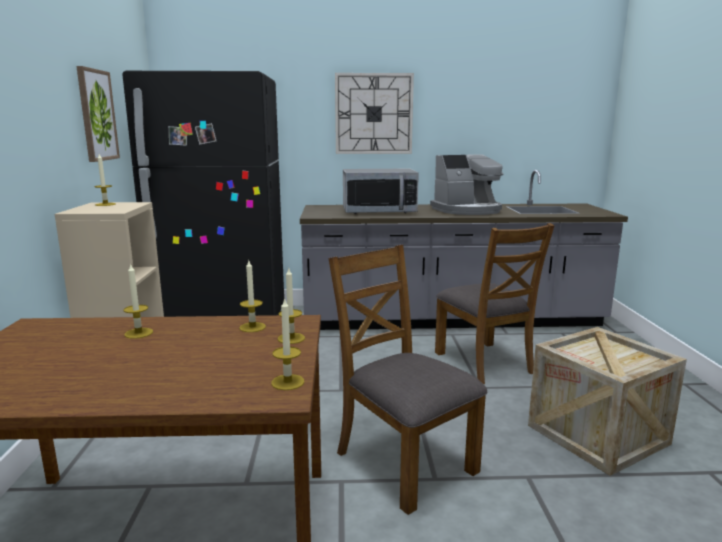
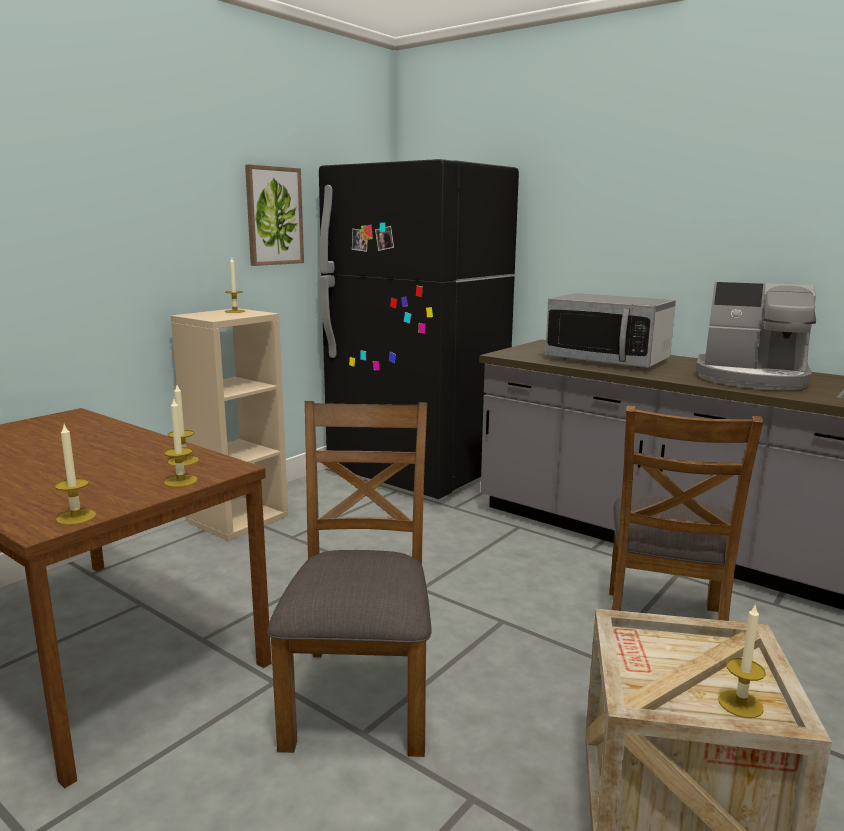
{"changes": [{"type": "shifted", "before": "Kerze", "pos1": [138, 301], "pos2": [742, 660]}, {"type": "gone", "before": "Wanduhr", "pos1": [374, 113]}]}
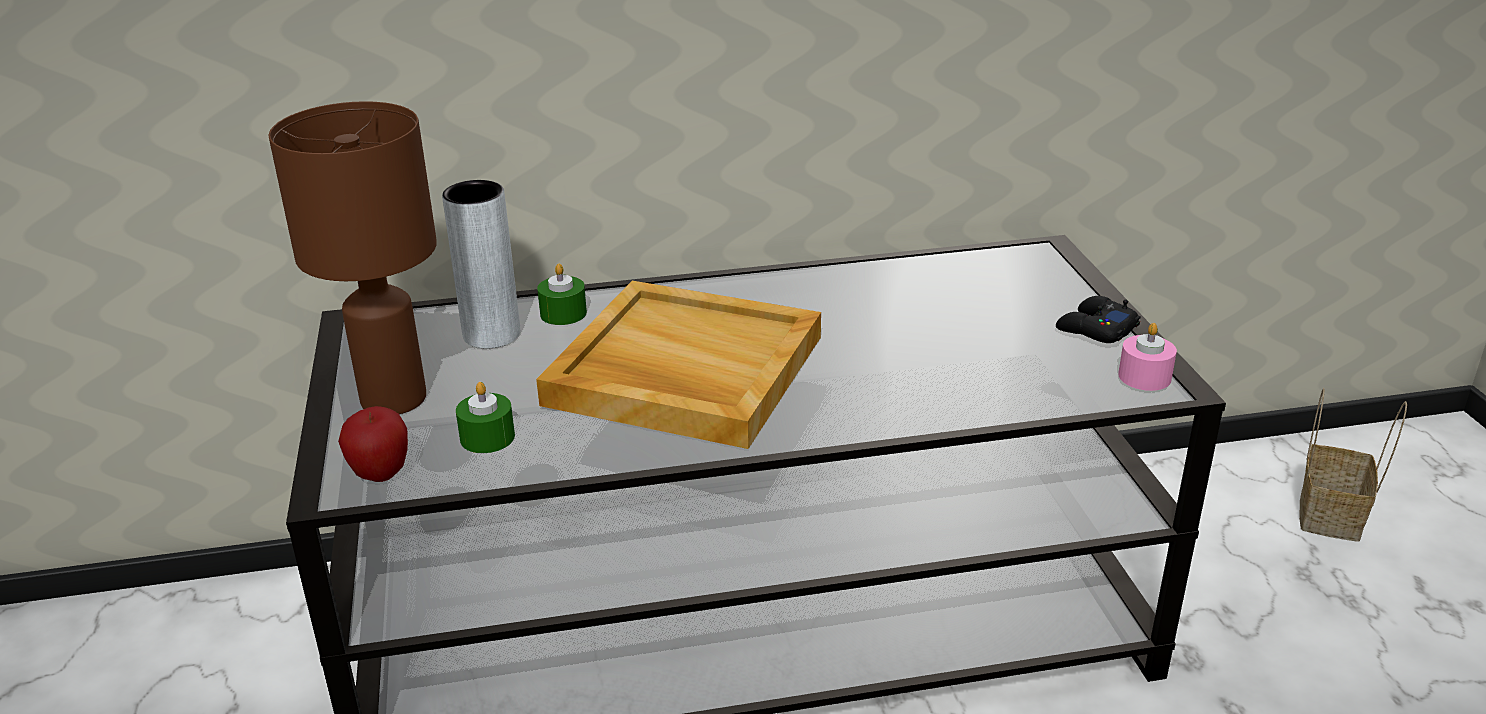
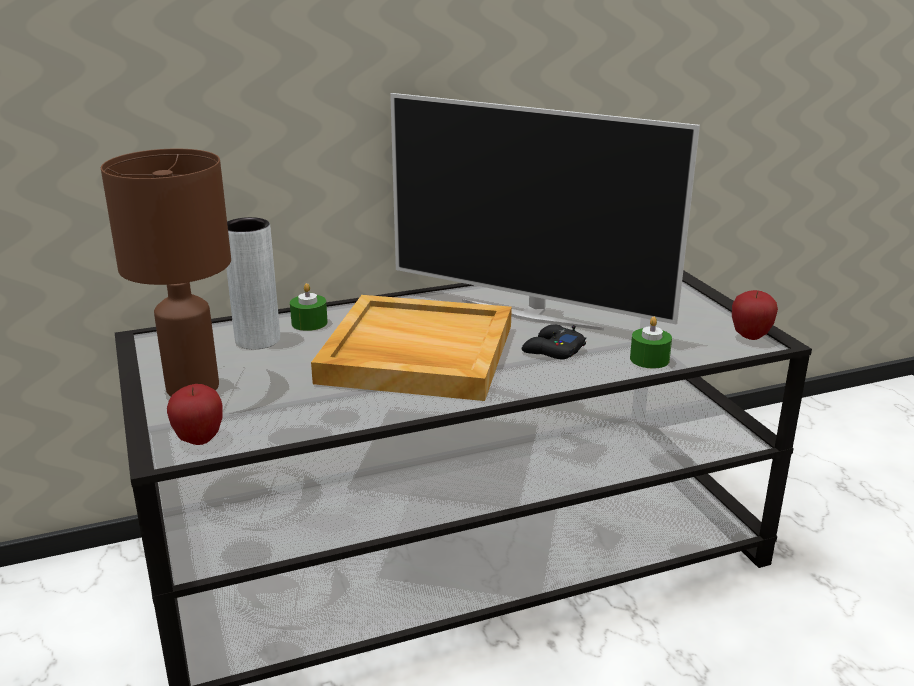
{"changes": [{"type": "new", "after": "Fernseher", "pos2": [545, 212]}, {"type": "shifted", "before": "Gamepad [schwarz]", "pos1": [1098, 319], "pos2": [554, 342]}, {"type": "shifted", "before": "Kerze [grün]", "pos1": [485, 417], "pos2": [651, 343]}, {"type": "swapped", "before": "Kerze [rosa]", "after": "Apfel", "pos1": [1147, 357], "pos2": [755, 315]}, {"type": "gone", "before": "Korb", "pos1": [1353, 465]}]}
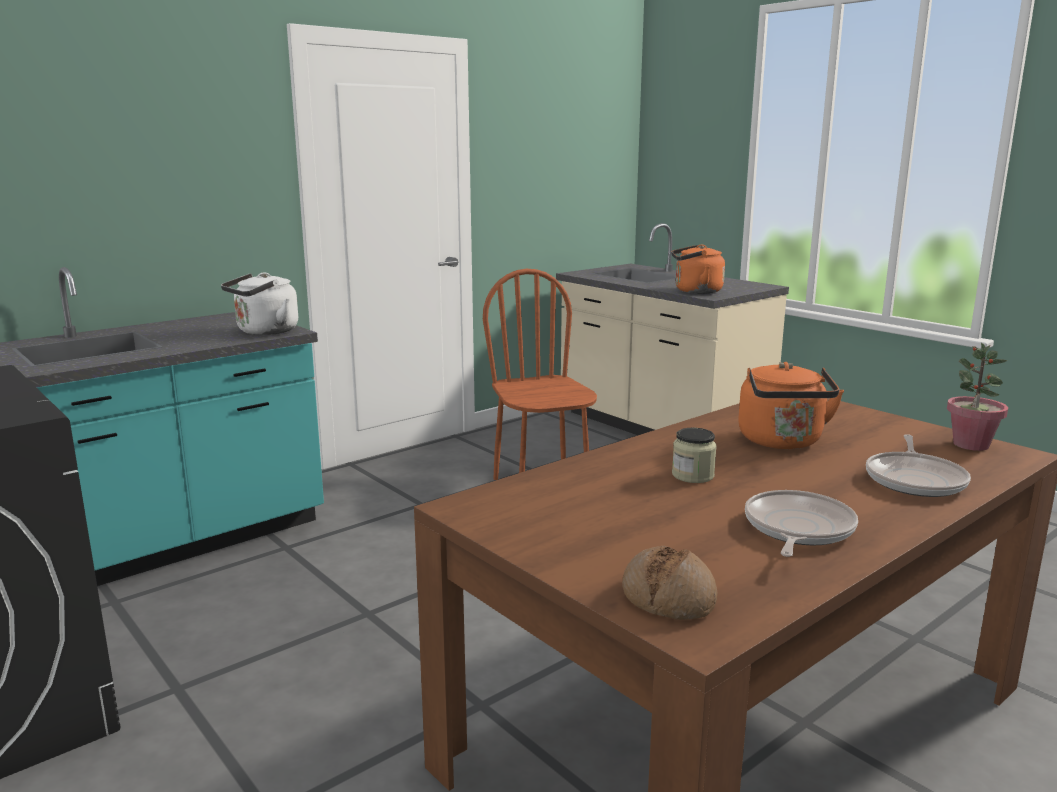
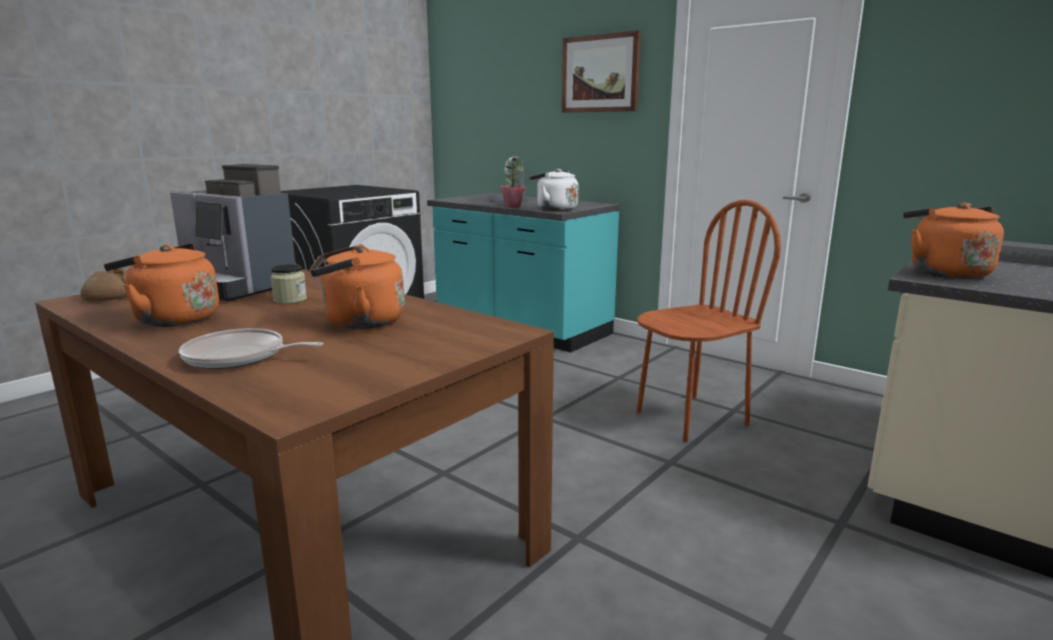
{"changes": [{"type": "swapped", "before": "Pfanne", "after": "Wasserkessel [orange]", "pos1": [801, 523], "pos2": [161, 285]}, {"type": "new", "after": "Kaffeemaschine", "pos2": [232, 232]}, {"type": "shifted", "before": "Topfpflanze", "pos1": [977, 397], "pos2": [512, 182]}, {"type": "new", "after": "Bild", "pos2": [601, 71]}]}
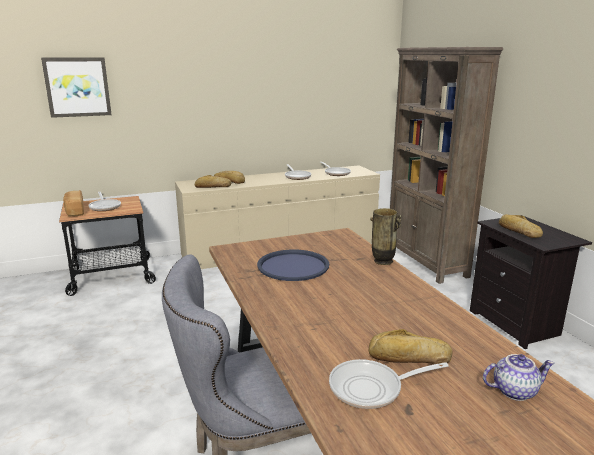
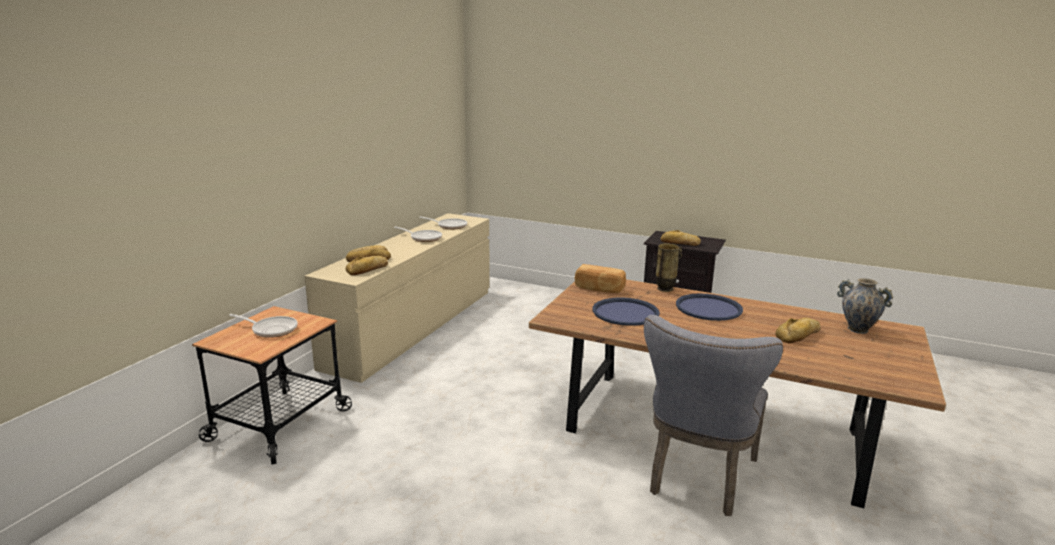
{"changes": [{"type": "shifted", "before": "Brot", "pos1": [73, 203], "pos2": [600, 278]}, {"type": "new", "after": "Tablett [blau]", "pos2": [709, 307]}, {"type": "swapped", "before": "Teekanne", "after": "Vase", "pos1": [519, 377], "pos2": [865, 306]}, {"type": "gone", "before": "Bild", "pos1": [76, 87]}, {"type": "gone", "before": "Pfanne", "pos1": [389, 384]}, {"type": "gone", "before": "Bücherregal [braun]", "pos1": [446, 165]}]}
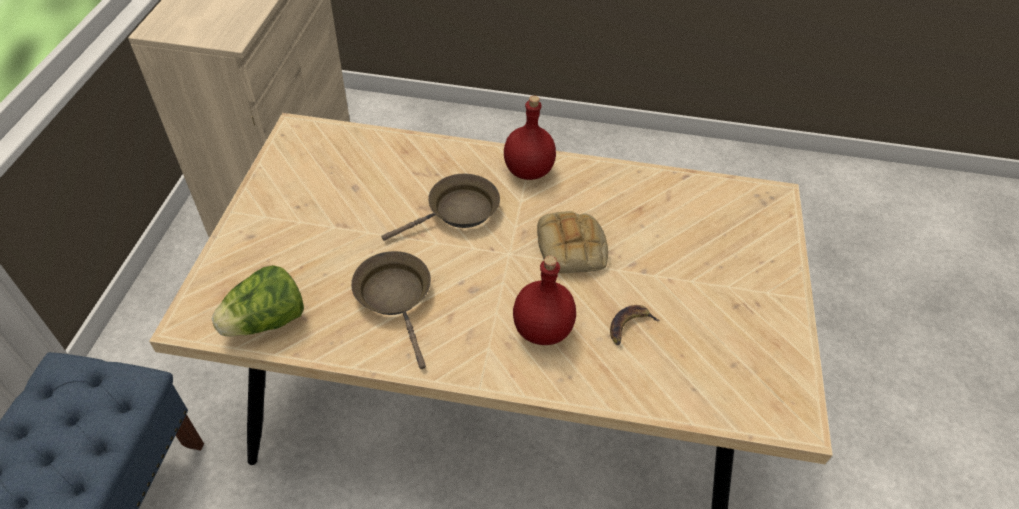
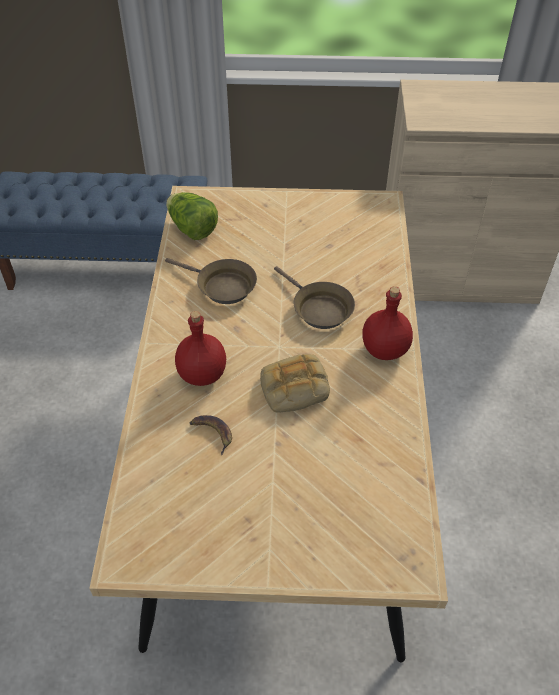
{"changes": [{"type": "rotated", "before": "Pfanne [braun]", "pos1": [391, 310], "pos2": [211, 281], "turn": 60}]}
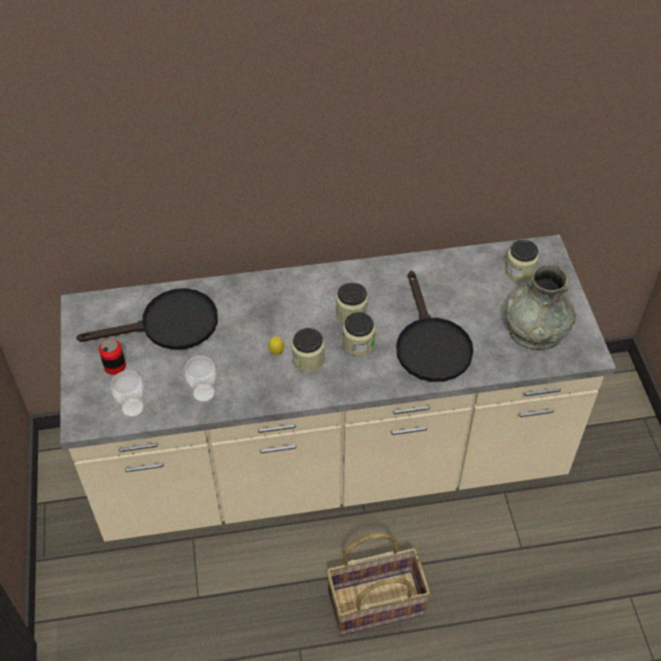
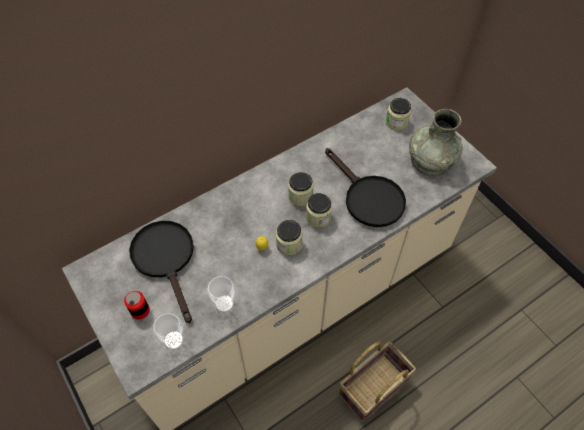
{"changes": [{"type": "rotated", "before": "Pfanne [schwarz]", "pos1": [147, 319], "pos2": [161, 272], "turn": -75}]}
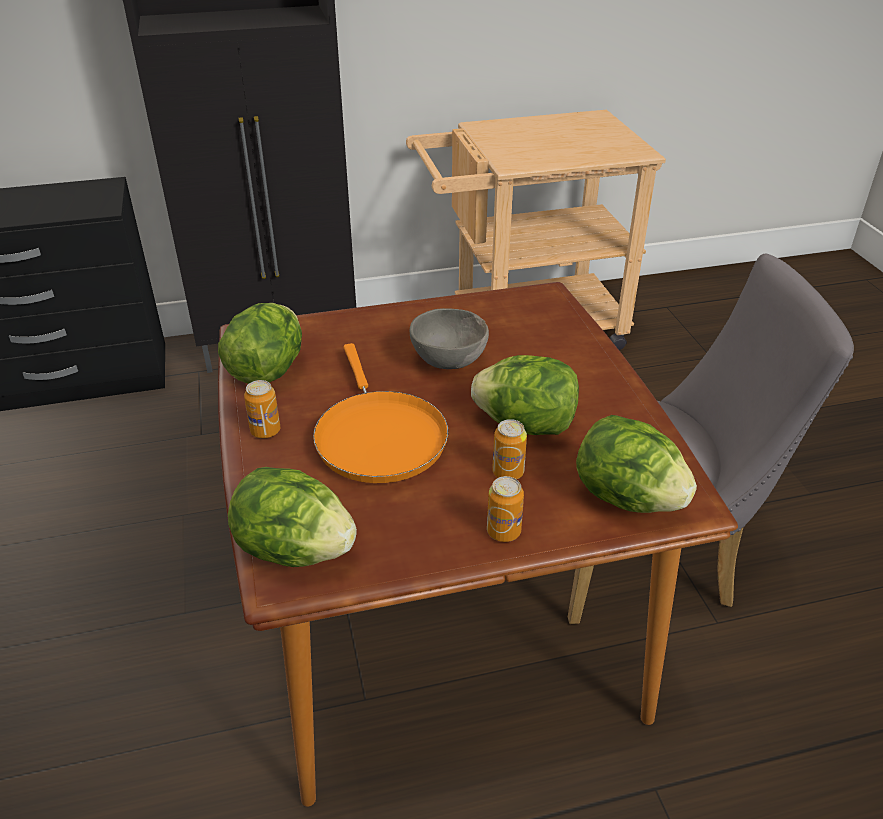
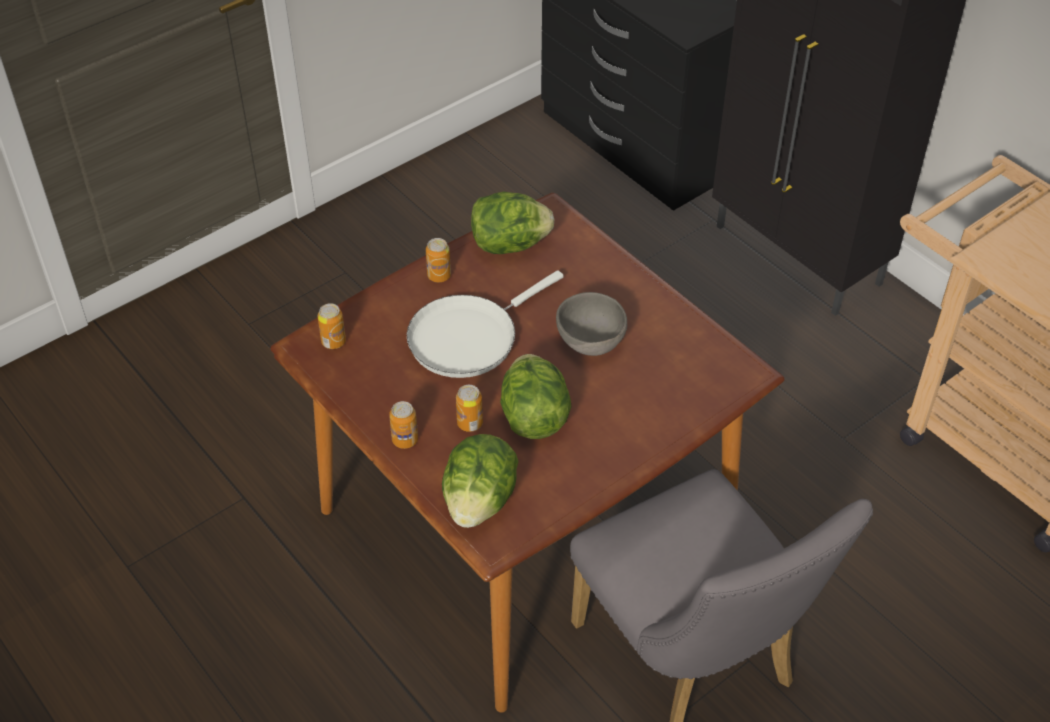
{"changes": [{"type": "swapped", "before": "Salatkopf", "after": "Dose", "pos1": [292, 517], "pos2": [332, 326]}, {"type": "repainted", "before": "Pfanne [orange]", "after": "Pfanne [weiß]", "pos1": [381, 413], "pos2": [485, 324]}]}
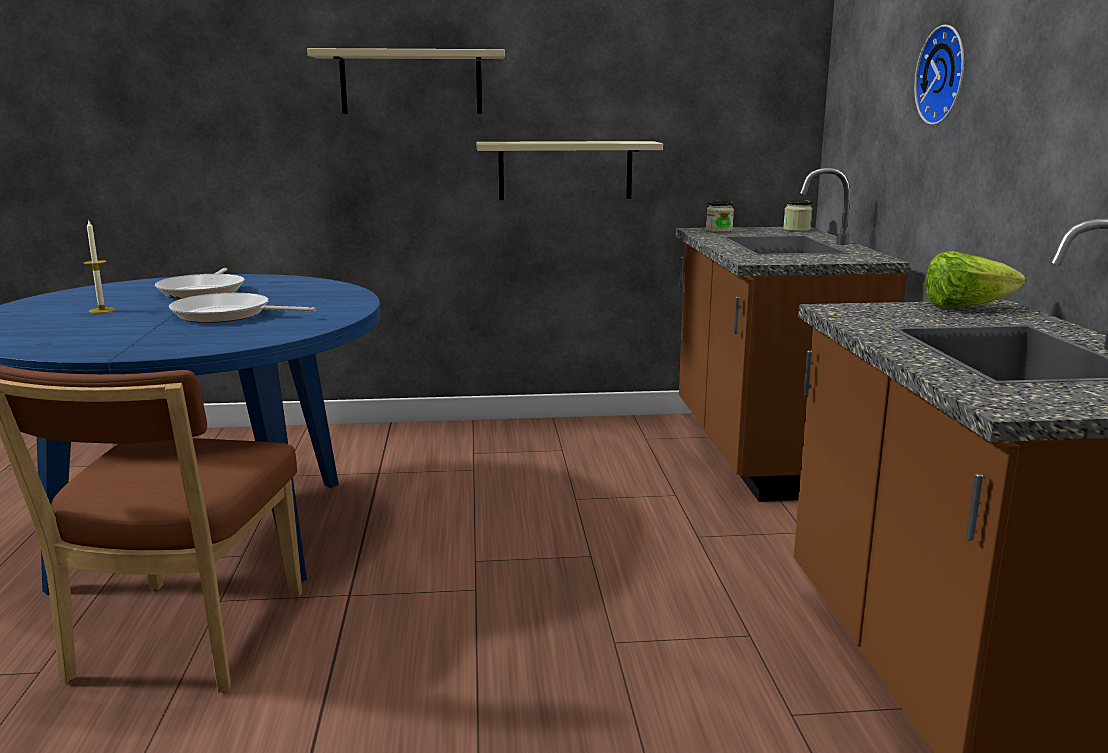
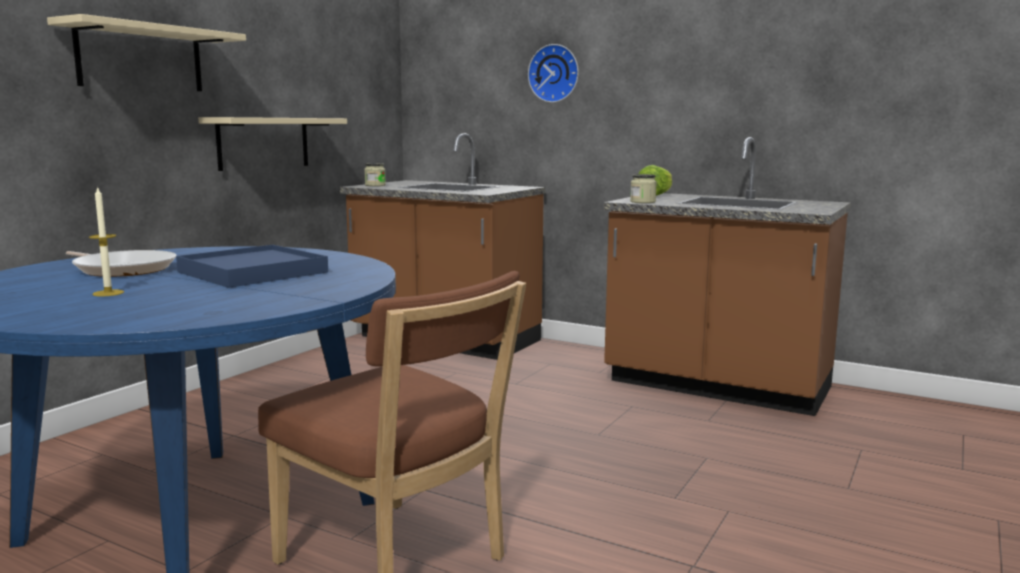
{"changes": [{"type": "swapped", "before": "Pfanne", "after": "Tablett [blau]", "pos1": [242, 308], "pos2": [252, 266]}, {"type": "shifted", "before": "Vorratsglas", "pos1": [797, 216], "pos2": [643, 188]}]}
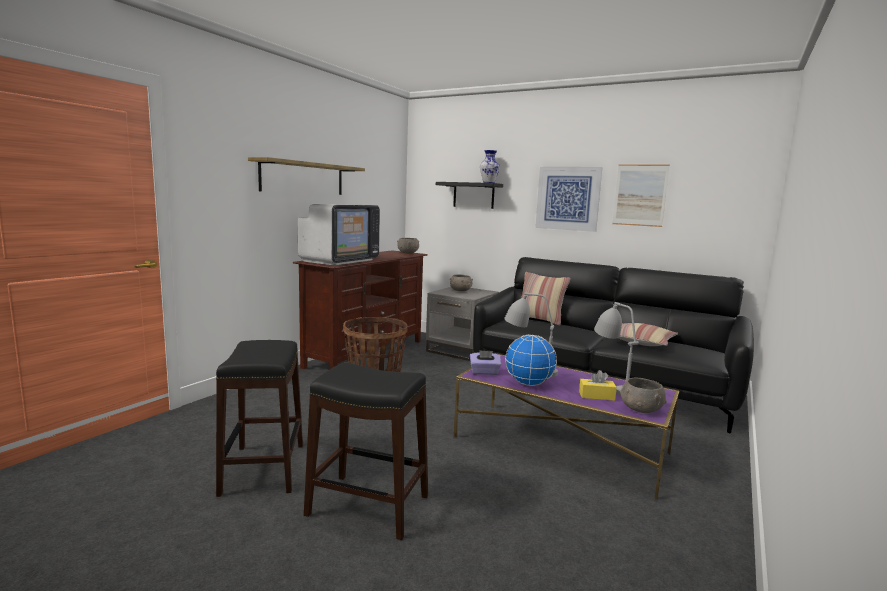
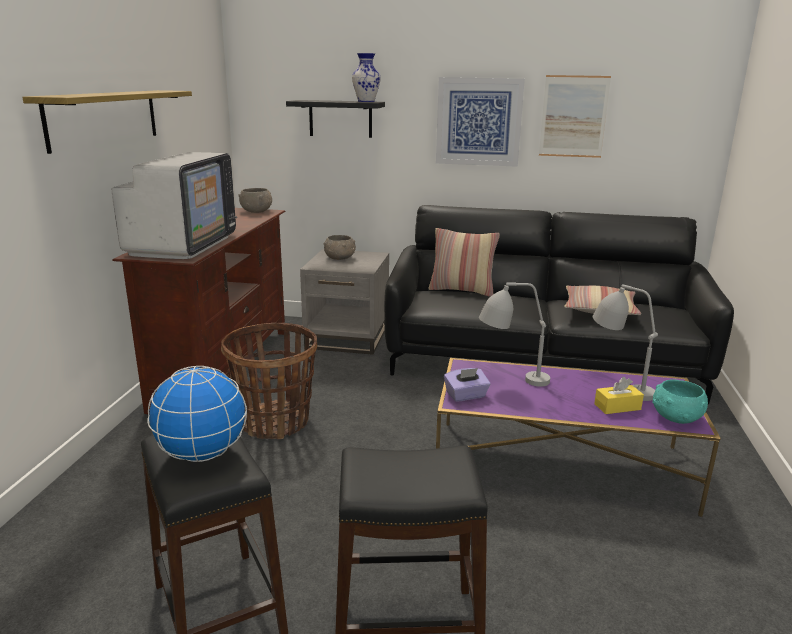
{"changes": [{"type": "shifted", "before": "Globus", "pos1": [531, 360], "pos2": [197, 414]}, {"type": "repainted", "before": "Schüssel [grau]", "after": "Schüssel [türkis]", "pos1": [643, 395], "pos2": [680, 401]}]}
